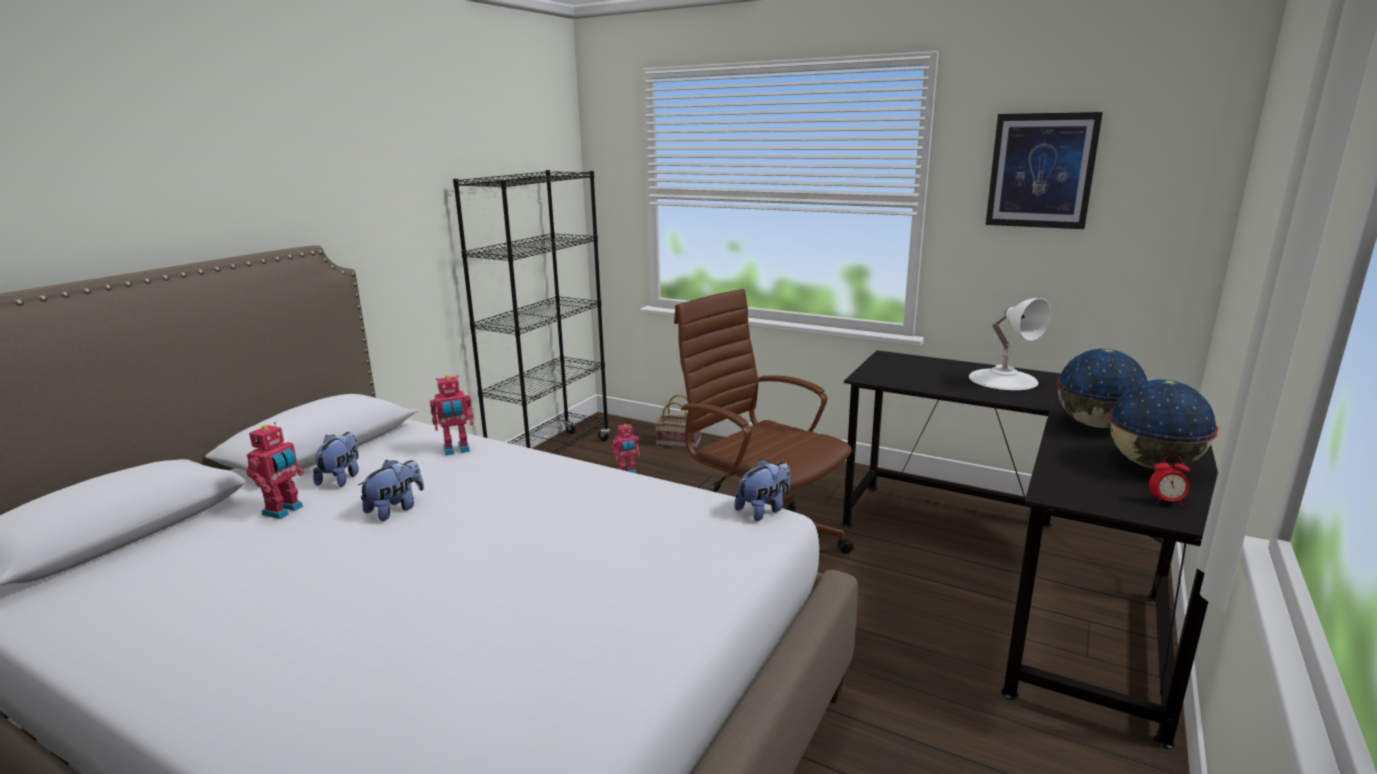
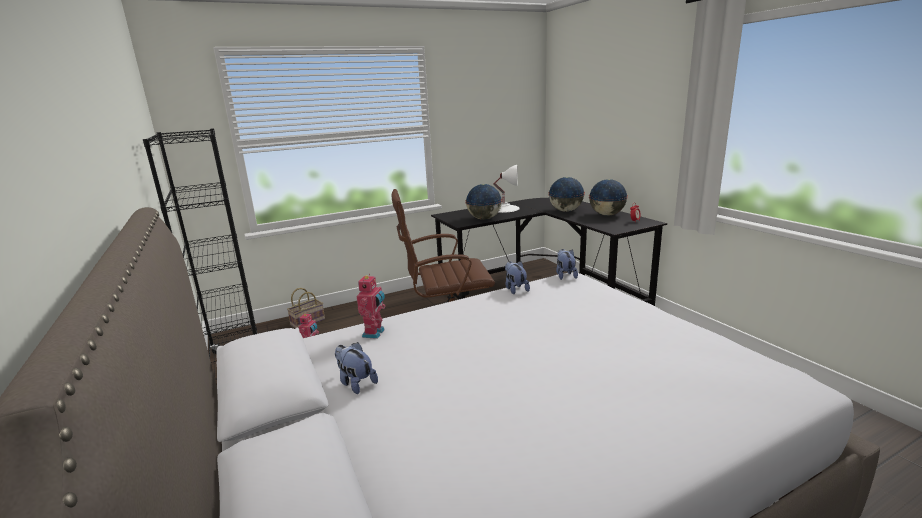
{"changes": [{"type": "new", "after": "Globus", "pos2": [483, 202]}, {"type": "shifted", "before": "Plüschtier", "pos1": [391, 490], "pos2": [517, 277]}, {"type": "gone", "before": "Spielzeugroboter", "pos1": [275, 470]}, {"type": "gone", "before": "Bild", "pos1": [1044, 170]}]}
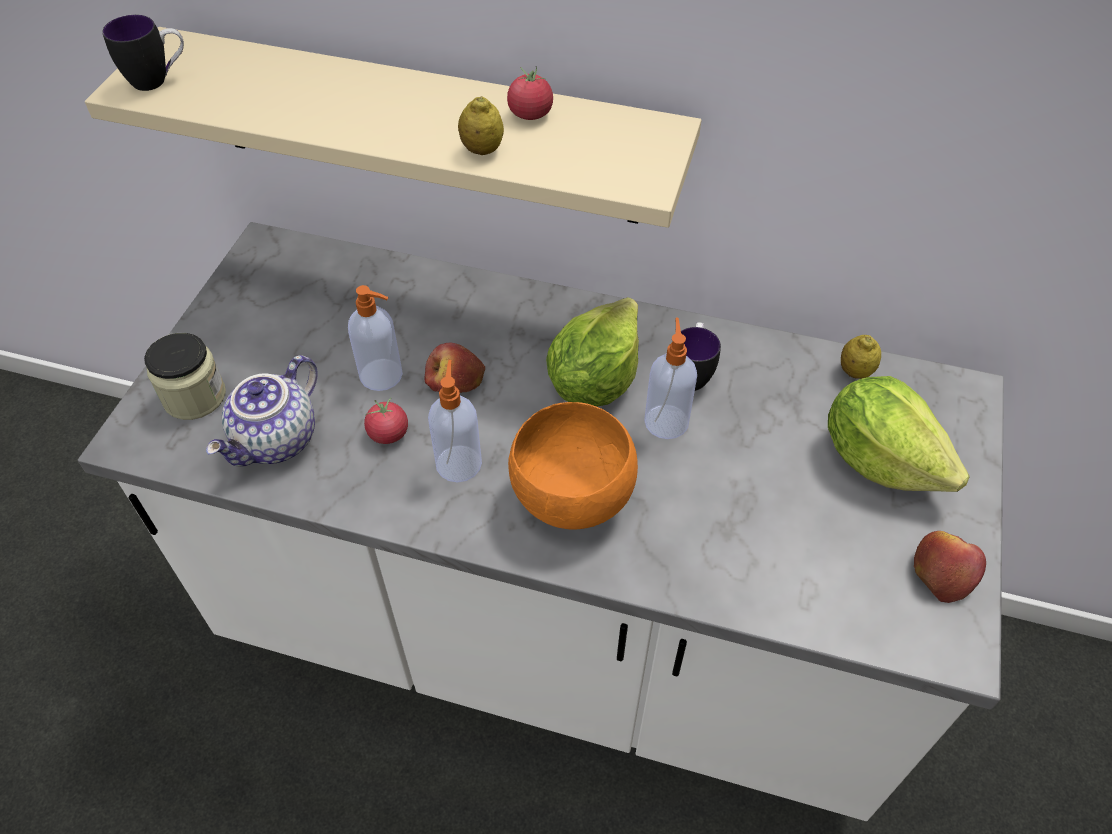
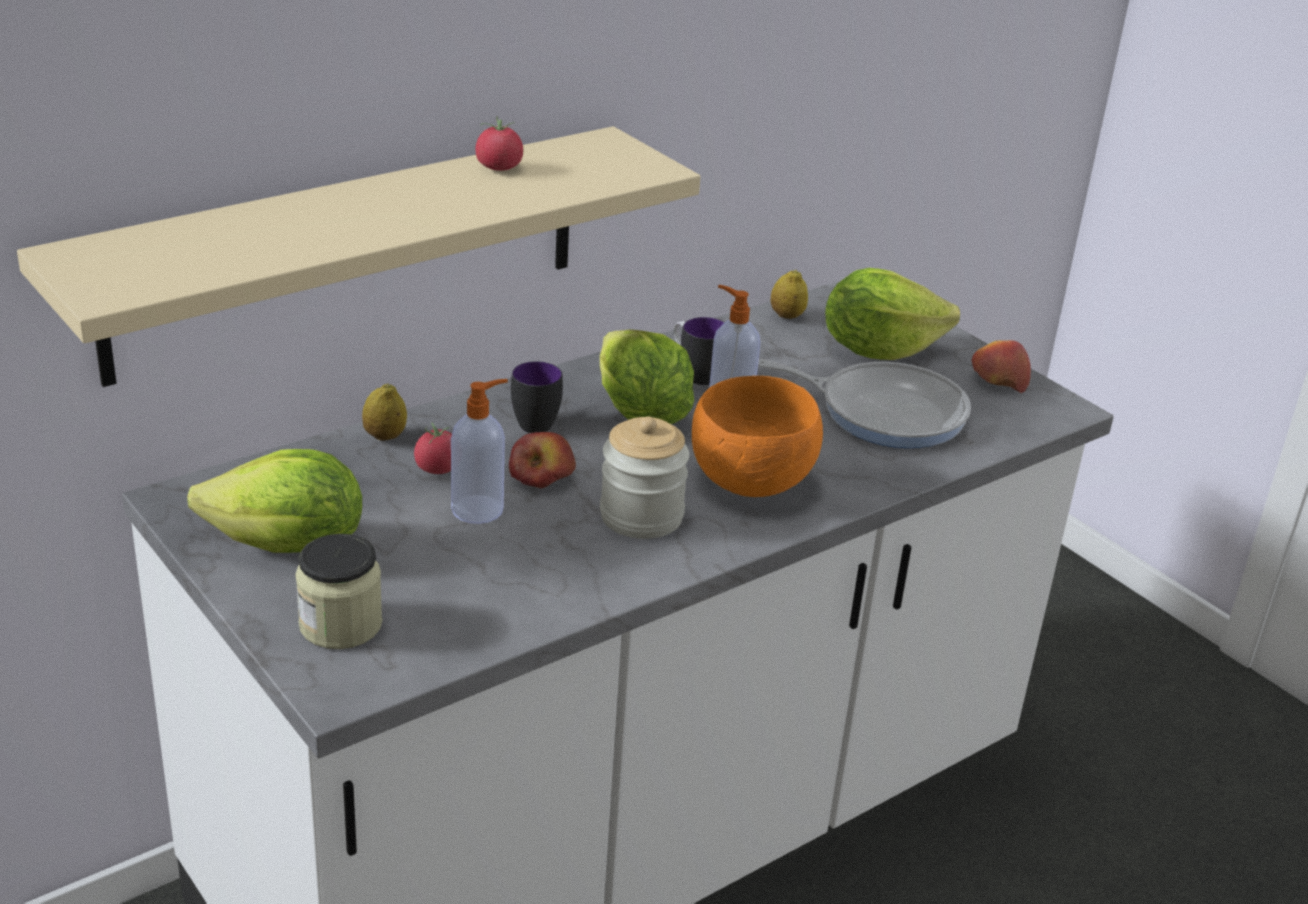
{"changes": [{"type": "new", "after": "Salatkopf", "pos2": [274, 501]}, {"type": "shifted", "before": "Zitrone", "pos1": [481, 125], "pos2": [384, 412]}, {"type": "shifted", "before": "Tomate", "pos1": [386, 420], "pos2": [433, 448]}, {"type": "shifted", "before": "Henkelbecher", "pos1": [143, 53], "pos2": [537, 397]}, {"type": "swapped", "before": "Seifenspender", "after": "Vorratsglas", "pos1": [455, 421], "pos2": [644, 477]}, {"type": "new", "after": "Pfanne", "pos2": [864, 403]}, {"type": "gone", "before": "Teekanne", "pos1": [262, 410]}]}
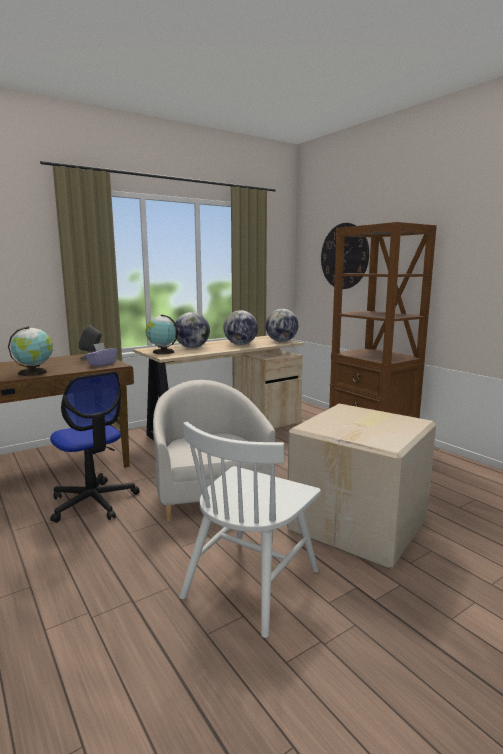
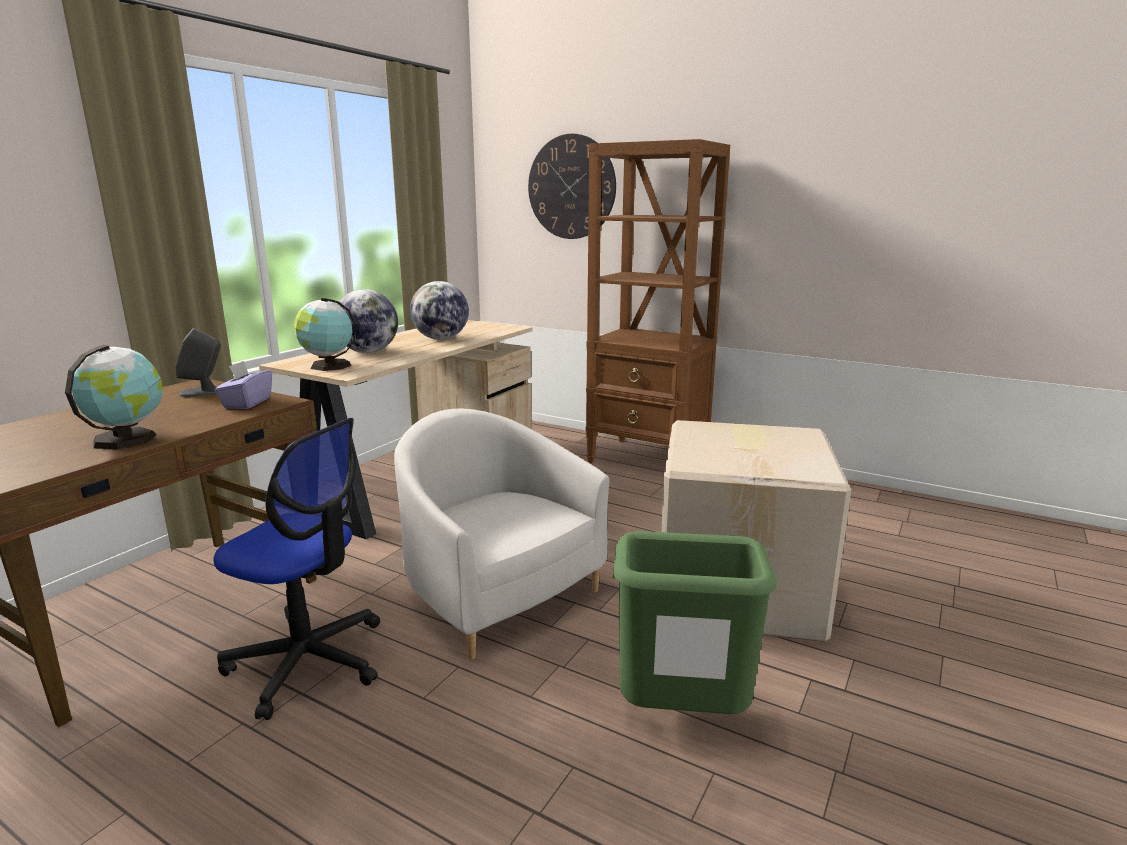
{"changes": [{"type": "swapped", "before": "Stuhl [weiß]", "after": "Mülleimer [grün]", "pos1": [250, 530], "pos2": [694, 622]}, {"type": "gone", "before": "Globus", "pos1": [281, 325]}]}
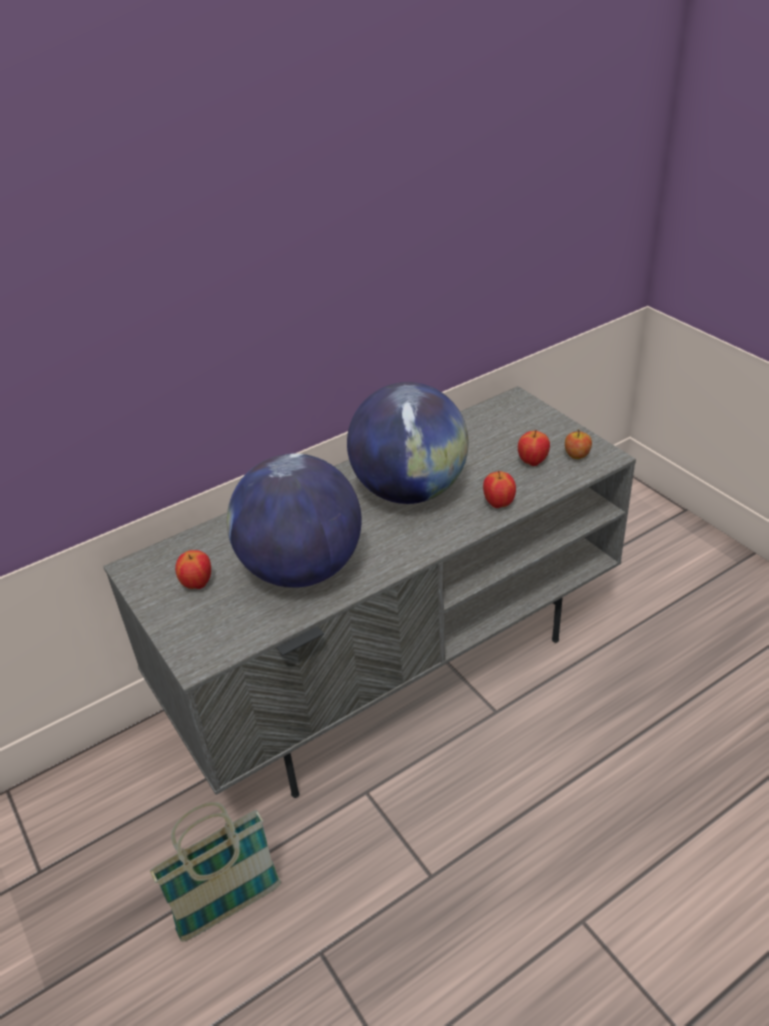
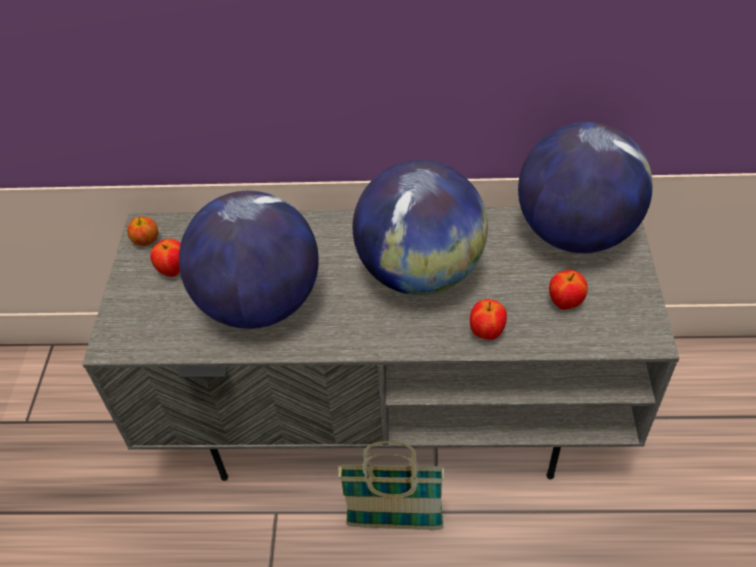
{"changes": [{"type": "shifted", "before": "Apfel", "pos1": [578, 444], "pos2": [142, 231]}, {"type": "shifted", "before": "Korb", "pos1": [215, 872], "pos2": [391, 485]}, {"type": "new", "after": "Globus", "pos2": [585, 187]}]}
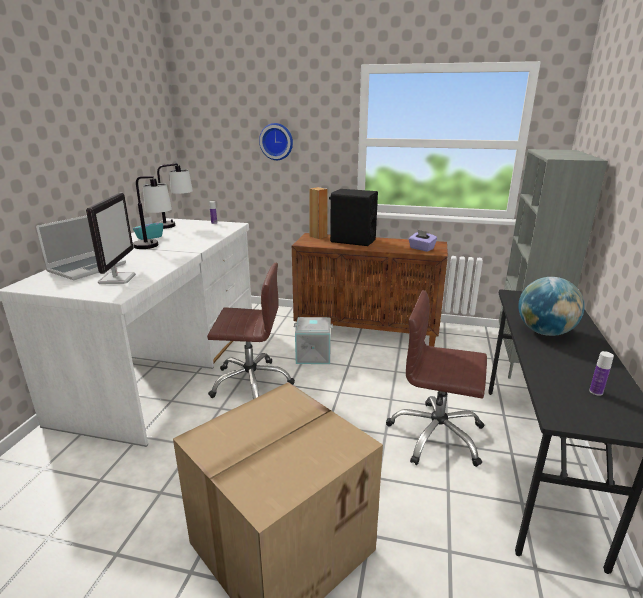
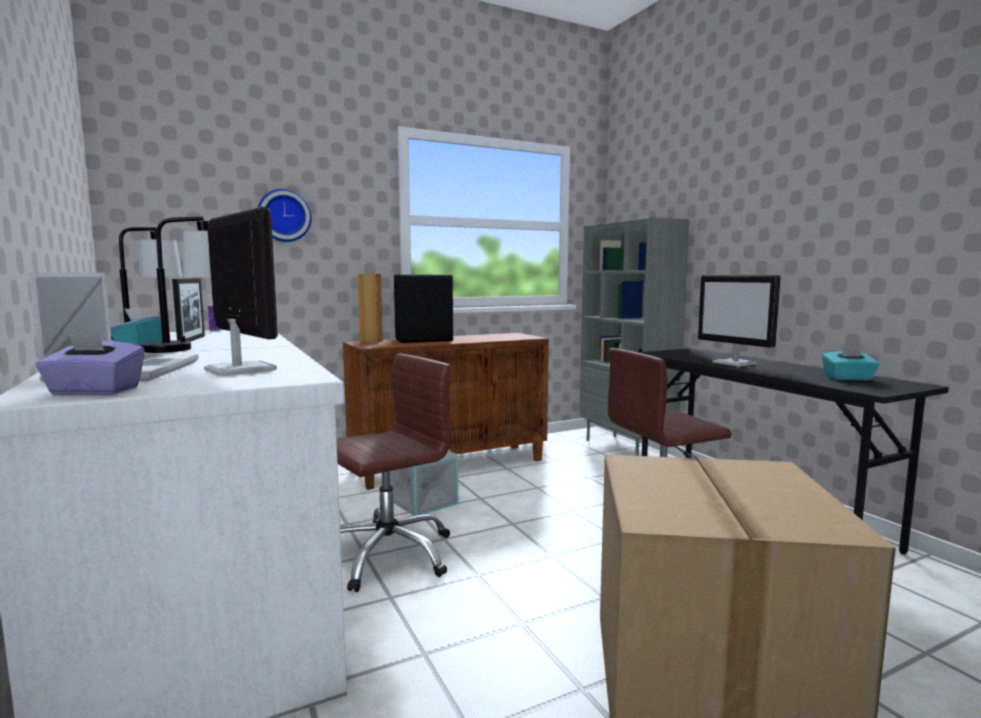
{"changes": [{"type": "shifted", "before": "Taschentuchbox [lila]", "pos1": [422, 241], "pos2": [90, 362]}, {"type": "new", "after": "Bilderrahmen", "pos2": [188, 310]}, {"type": "swapped", "before": "Globus", "after": "Monitor", "pos1": [551, 306], "pos2": [739, 321]}, {"type": "swapped", "before": "Flasche", "after": "Taschentuchbox [türkis]", "pos1": [601, 373], "pos2": [851, 362]}]}
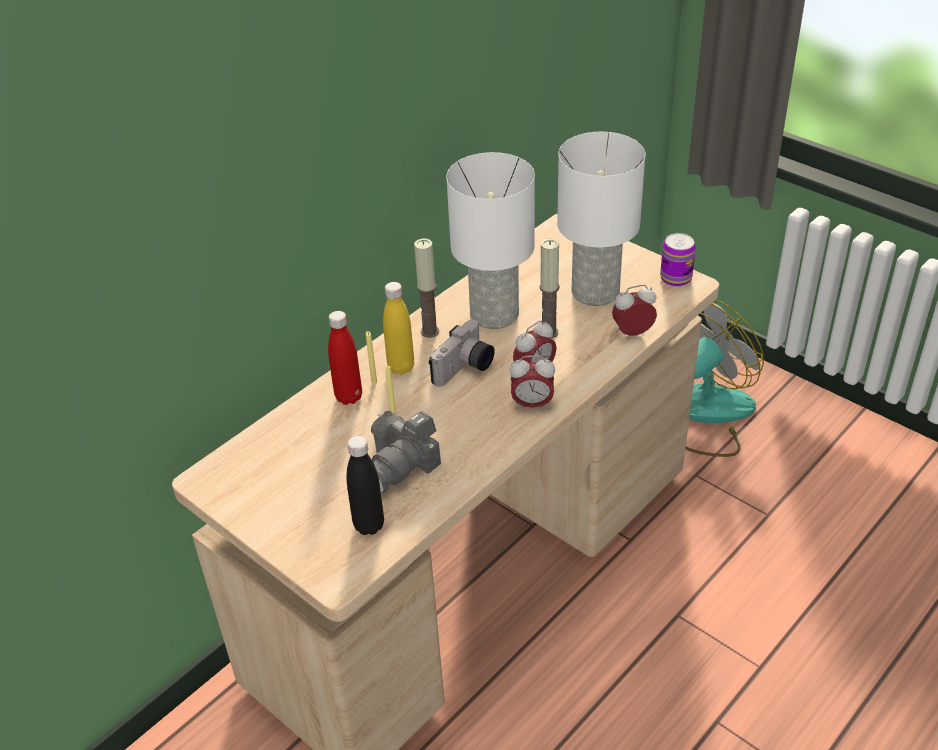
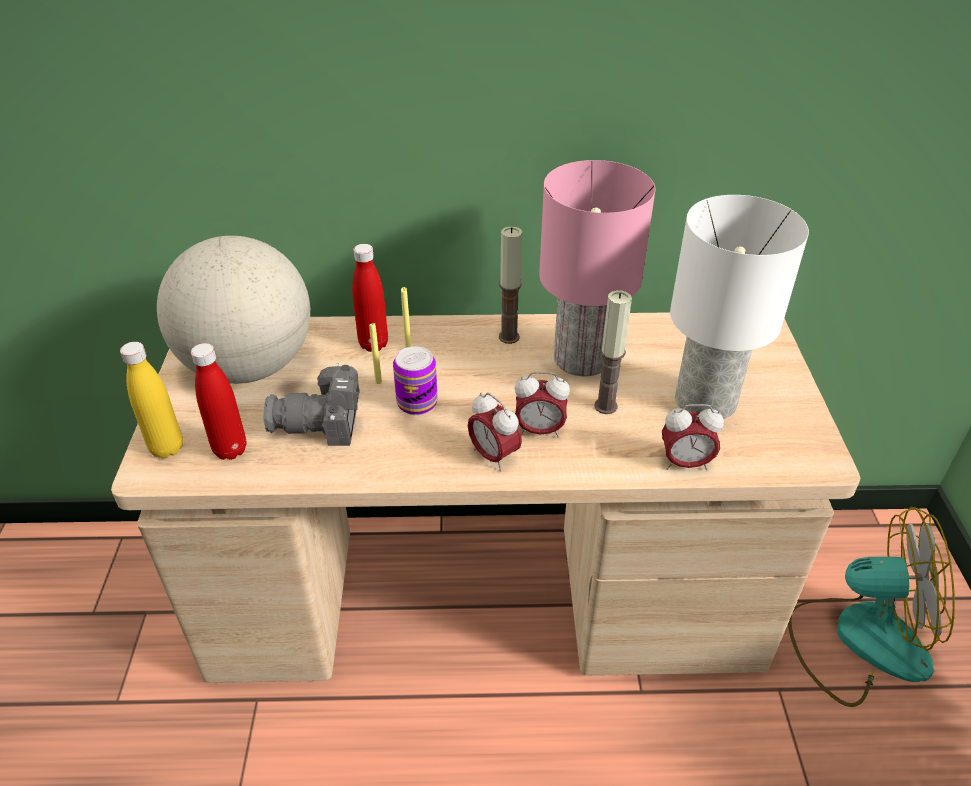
{"changes": [{"type": "shifted", "before": "Flasche [gelb]", "pos1": [398, 328], "pos2": [151, 400]}, {"type": "new", "after": "Globus", "pos2": [233, 310]}, {"type": "repainted", "before": "Flasche [schwarz]", "after": "Flasche [rot]", "pos1": [365, 485], "pos2": [218, 401]}, {"type": "shifted", "before": "Dose", "pos1": [678, 260], "pos2": [415, 380]}, {"type": "repainted", "before": "Tischlampe [weiß]", "after": "Tischlampe [rosa]", "pos1": [490, 240], "pos2": [597, 268]}, {"type": "rotated", "before": "Wecker", "pos1": [634, 310], "pos2": [693, 437], "turn": 150}, {"type": "gone", "before": "Kamera", "pos1": [462, 353]}]}
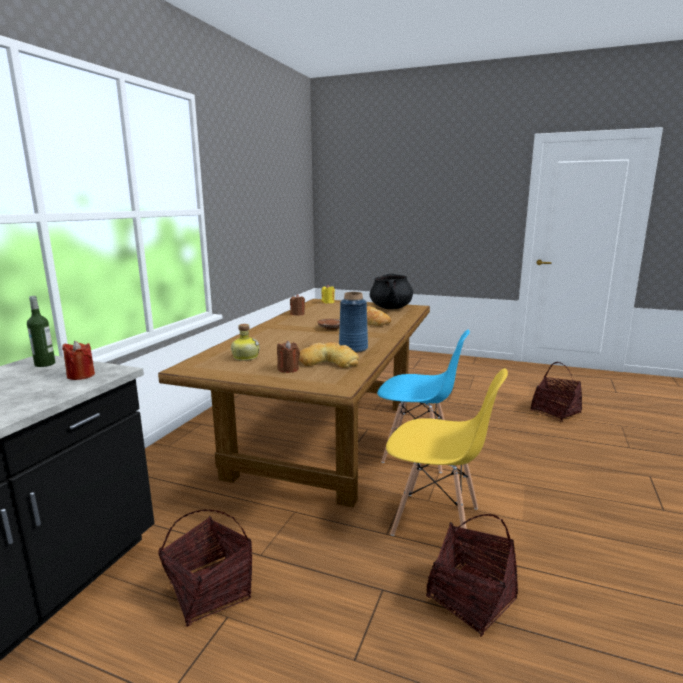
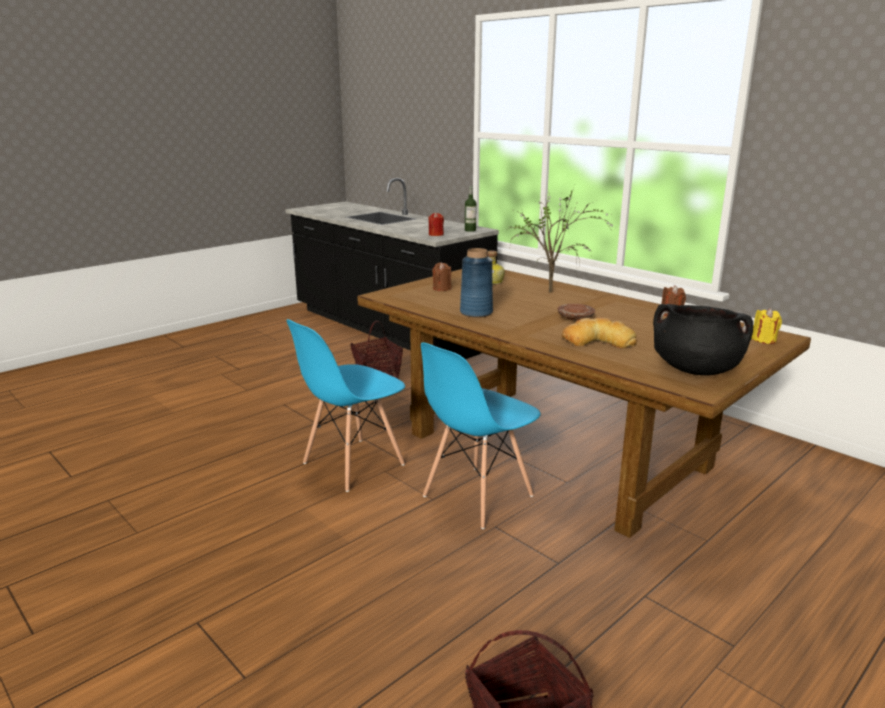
{"changes": [{"type": "repainted", "before": "Stuhl [gelb]", "after": "Stuhl [blau]", "pos1": [447, 459], "pos2": [345, 405]}, {"type": "new", "after": "Topfpflanze", "pos2": [561, 241]}, {"type": "gone", "before": "Brot", "pos1": [329, 355]}, {"type": "gone", "before": "Korb", "pos1": [472, 575]}]}
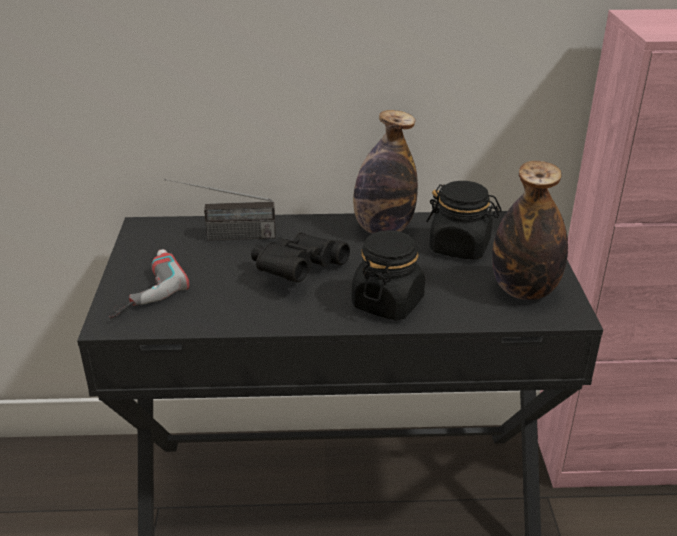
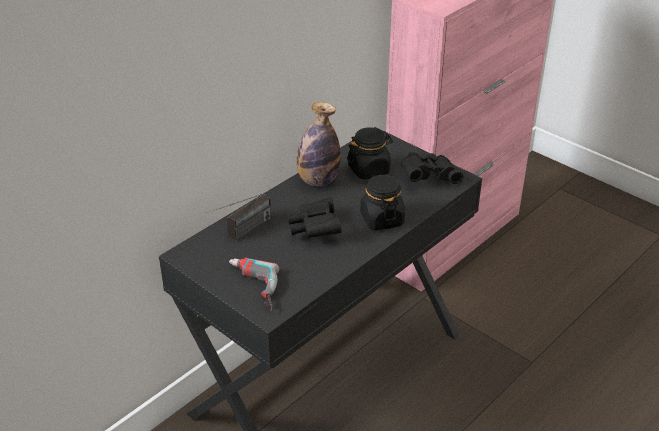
{"changes": [{"type": "swapped", "before": "Flasche", "after": "Fernglas [schwarz]", "pos1": [530, 230], "pos2": [432, 168]}]}
